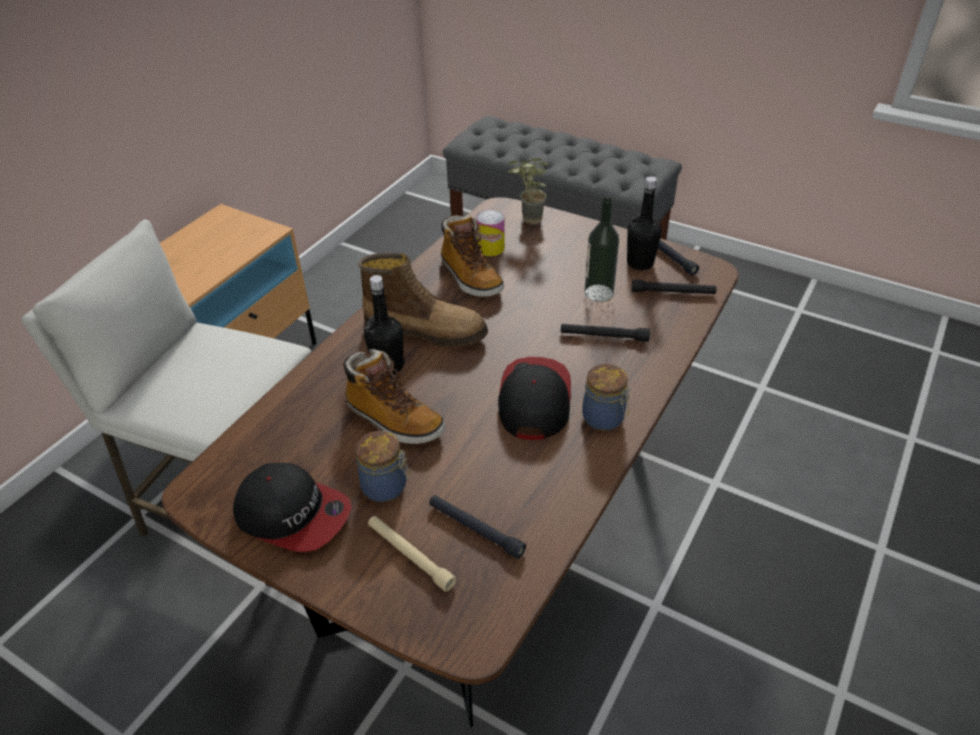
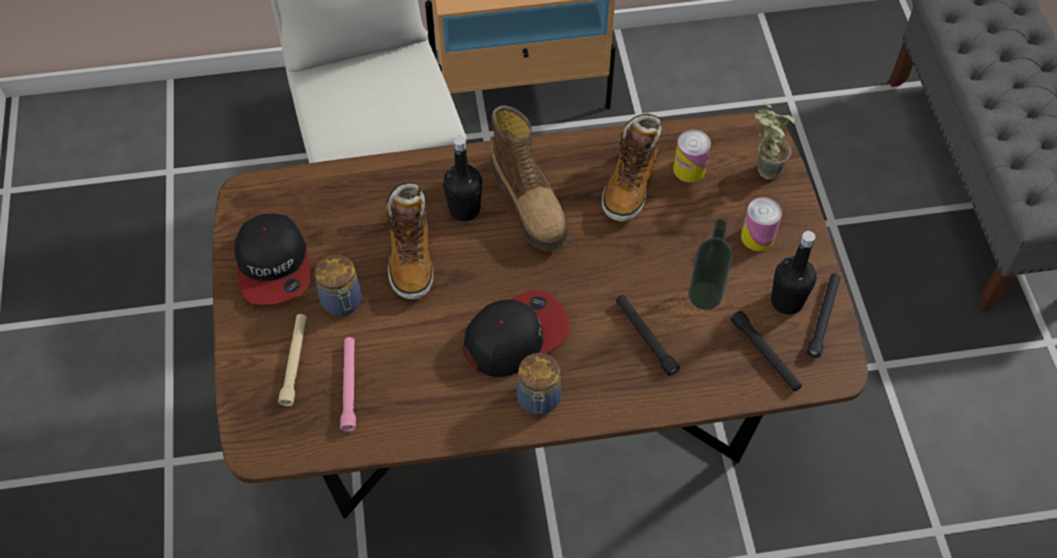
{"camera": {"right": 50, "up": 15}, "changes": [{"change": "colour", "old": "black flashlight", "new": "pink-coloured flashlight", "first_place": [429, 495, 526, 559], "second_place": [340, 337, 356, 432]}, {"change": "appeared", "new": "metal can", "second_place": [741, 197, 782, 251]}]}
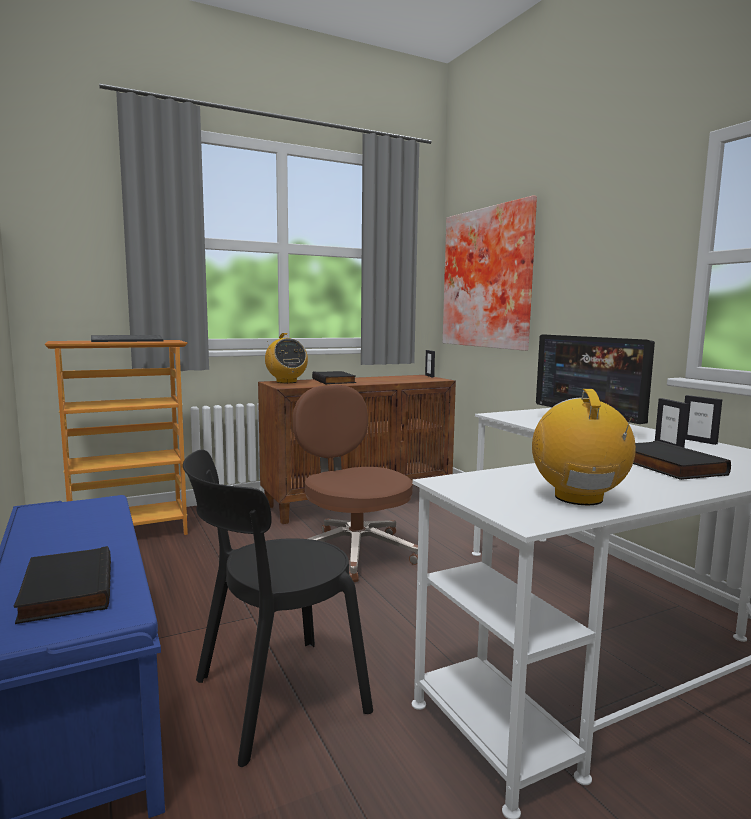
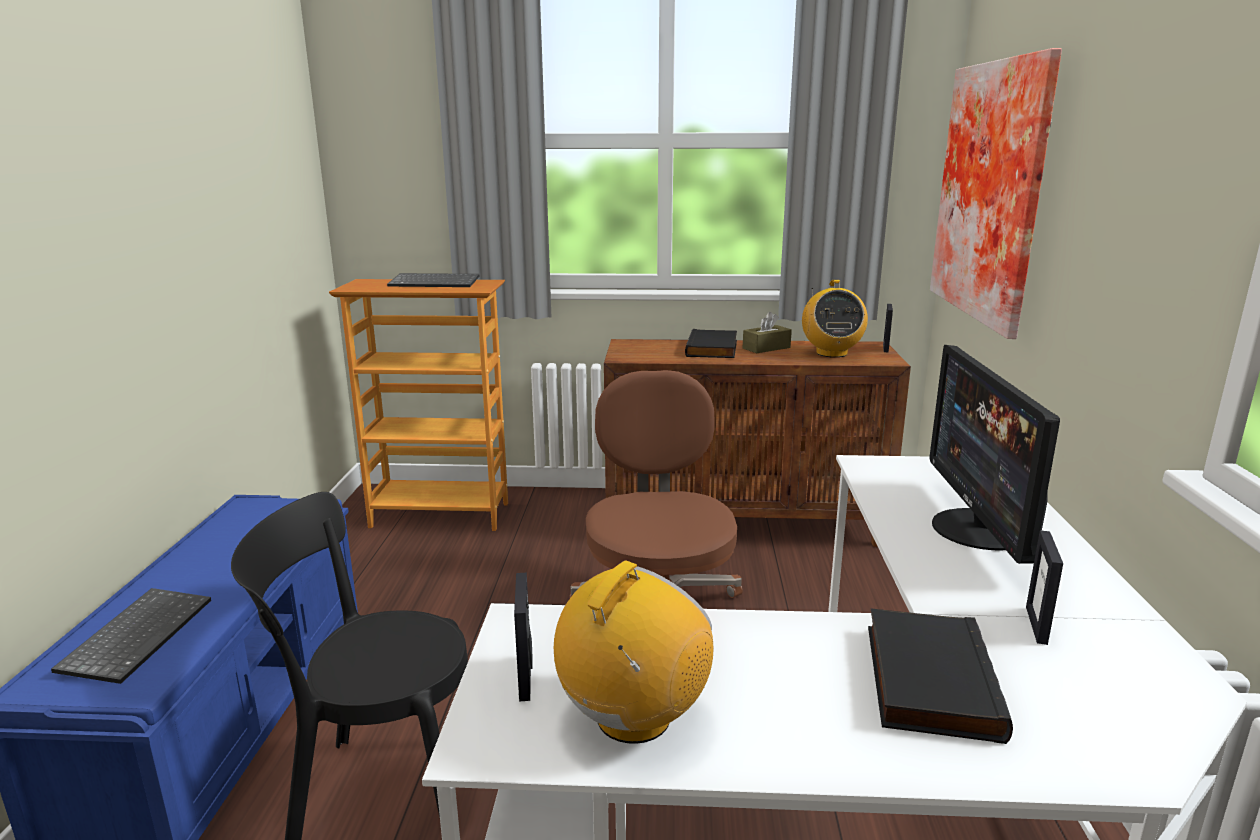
{"camera": {"right": 30, "up": 10}, "changes": [{"change": "exchanged", "old": "black volume", "new": "keyboard", "first_place": [14, 546, 111, 624], "second_place": [51, 588, 211, 684]}, {"change": "relocated", "old": "standing frame", "first_place": [684, 395, 722, 445], "second_place": [514, 573, 532, 701]}, {"change": "appeared", "new": "brown tissue holder", "second_place": [743, 312, 792, 353]}, {"change": "relocated", "old": "radio receiver", "first_place": [265, 333, 308, 383], "second_place": [802, 280, 868, 358]}]}
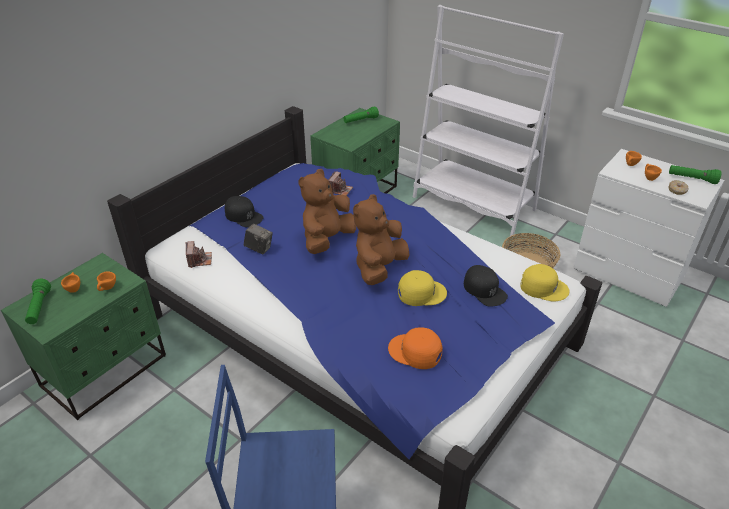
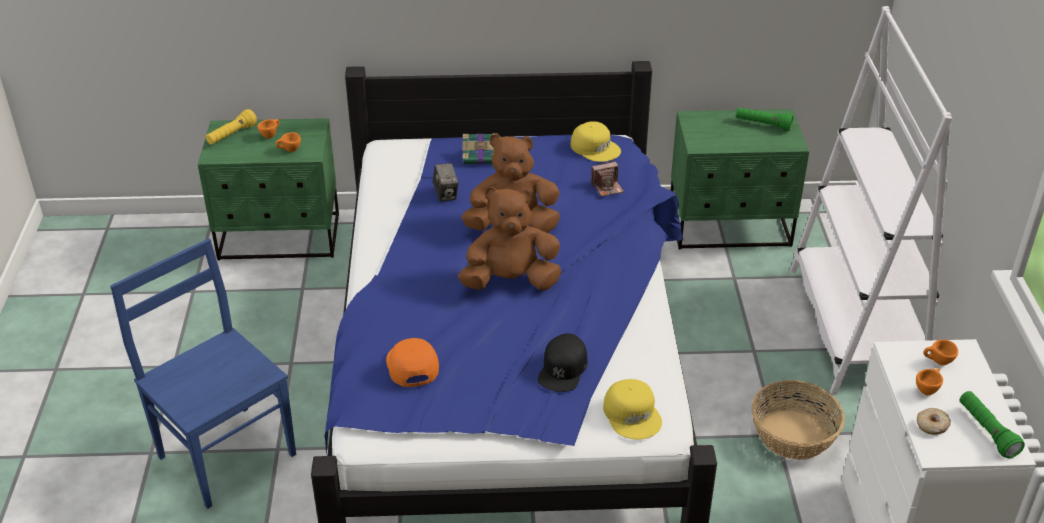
{"camera": {"right": 50, "up": 0}, "changes": [{"change": "colour", "old": "green-coloured flashlight", "new": "yellowish flashlight", "first_place": [25, 279, 51, 324], "second_place": [206, 109, 257, 145]}, {"change": "exchanged", "old": "black cap", "new": "volume", "first_place": [225, 196, 264, 227], "second_place": [462, 133, 498, 164]}, {"change": "relocated", "old": "yellowish cap", "first_place": [398, 270, 447, 306], "second_place": [571, 121, 621, 162]}, {"change": "missing", "old": "still camera", "first_place": [186, 241, 212, 268]}]}
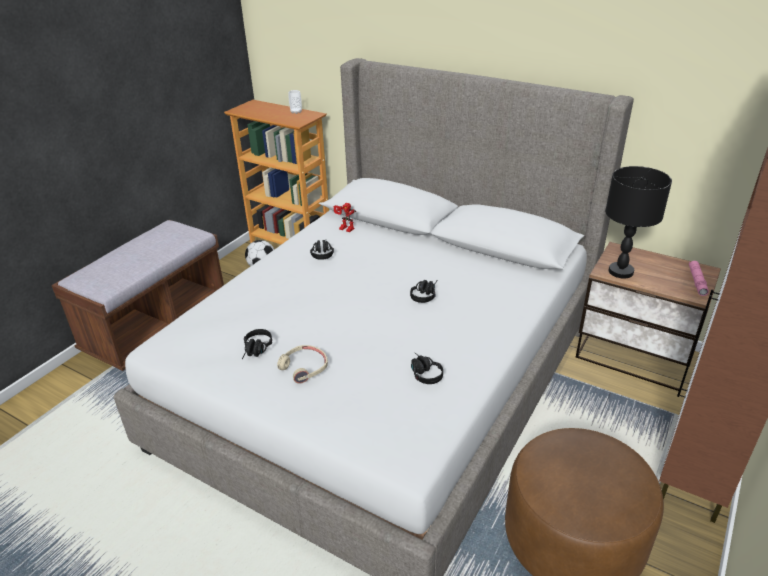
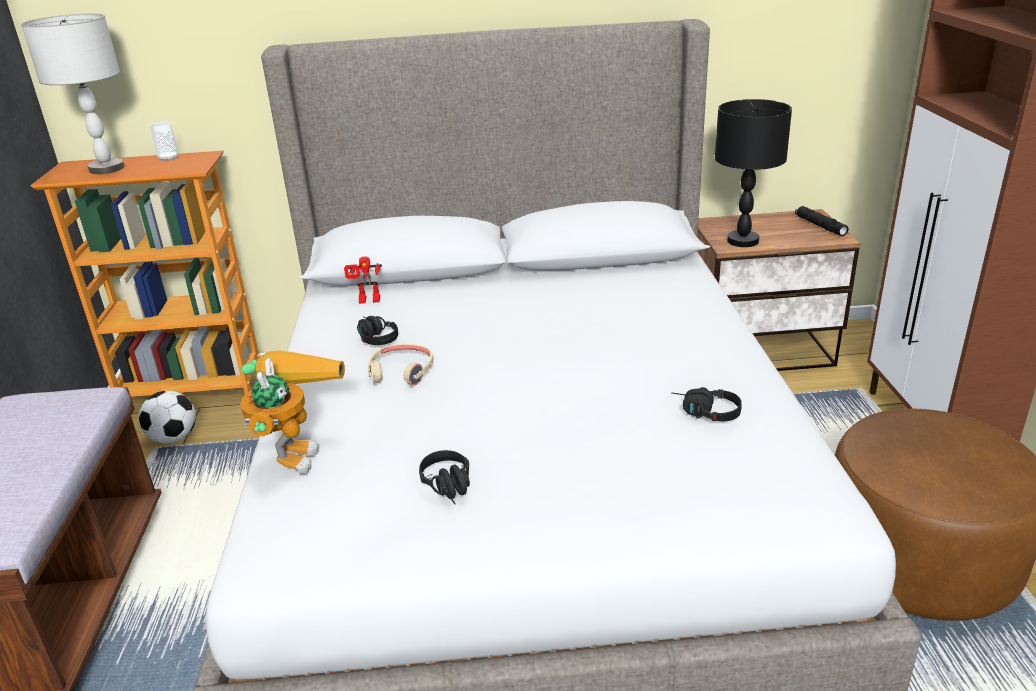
{"camera": {"right": -35, "up": -5}, "changes": [{"change": "appeared", "new": "gray tabletop lamp", "second_place": [21, 14, 124, 174]}, {"change": "appeared", "new": "toy robot", "second_place": [240, 351, 345, 474]}, {"change": "relocated", "old": "beige headset", "first_place": [277, 345, 328, 384], "second_place": [368, 344, 434, 386]}, {"change": "colour", "old": "pink-coloured flashlight", "new": "black flashlight", "first_place": [689, 261, 709, 296], "second_place": [795, 206, 849, 236]}, {"change": "missing", "old": "black headset", "first_place": [410, 280, 437, 303]}]}
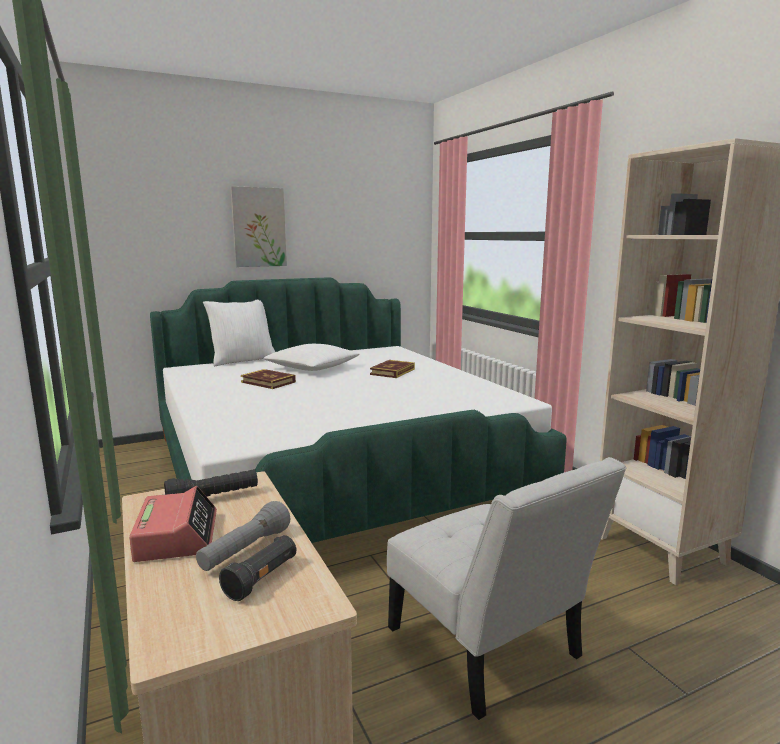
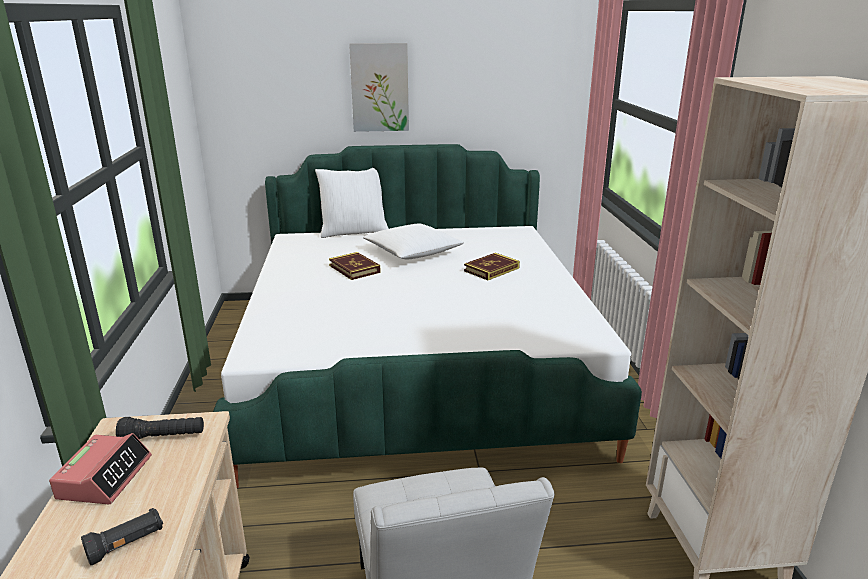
{"camera": {"right": 20, "up": 10}, "changes": [{"change": "missing", "old": "gray flashlight", "first_place": [196, 501, 290, 571]}]}
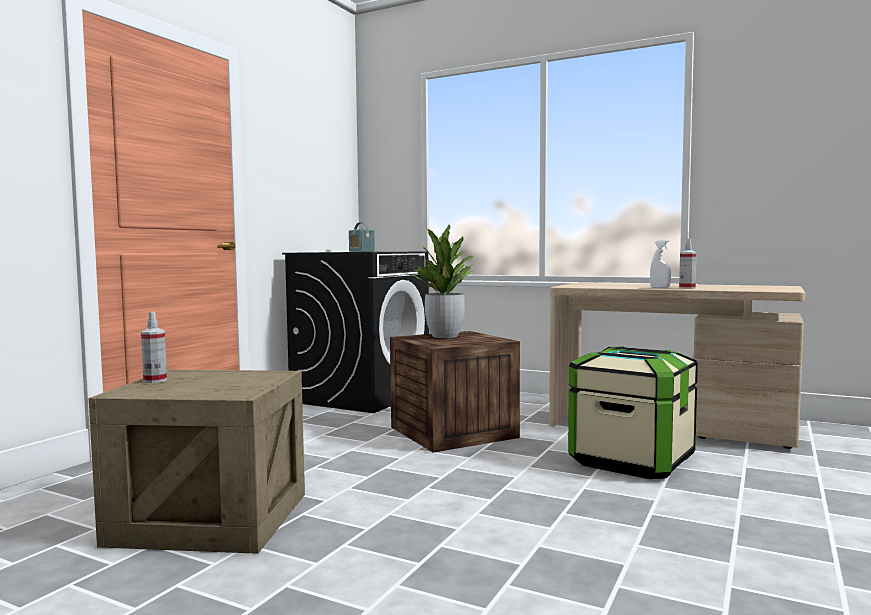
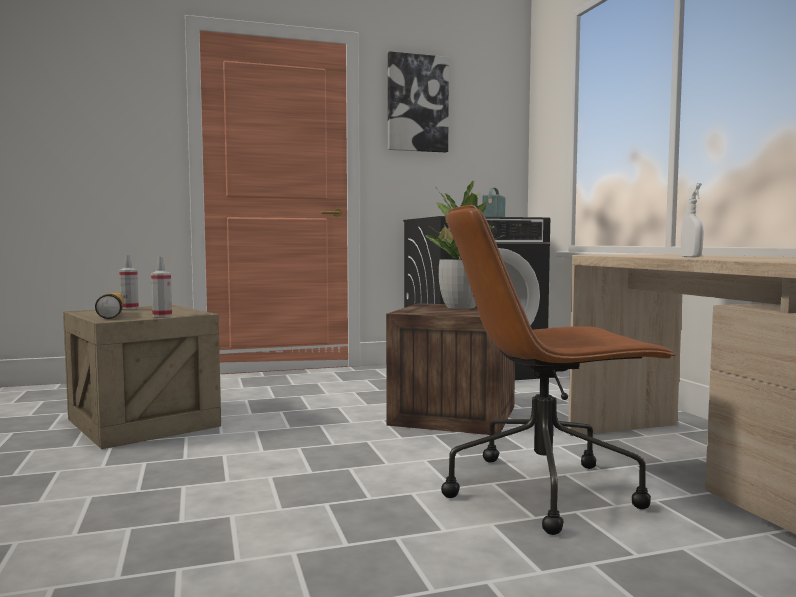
{"camera": {"right": 45, "up": 0}, "changes": [{"change": "appeared", "new": "flashlight", "second_place": [95, 293, 124, 319]}, {"change": "relocated", "old": "spray bottle", "first_place": [679, 239, 697, 289], "second_place": [151, 257, 172, 317]}, {"change": "appeared", "new": "picture", "second_place": [388, 51, 449, 152]}, {"change": "exchanged", "old": "storage bin", "new": "brown computer chair", "first_place": [568, 346, 698, 479], "second_place": [441, 205, 676, 535]}]}
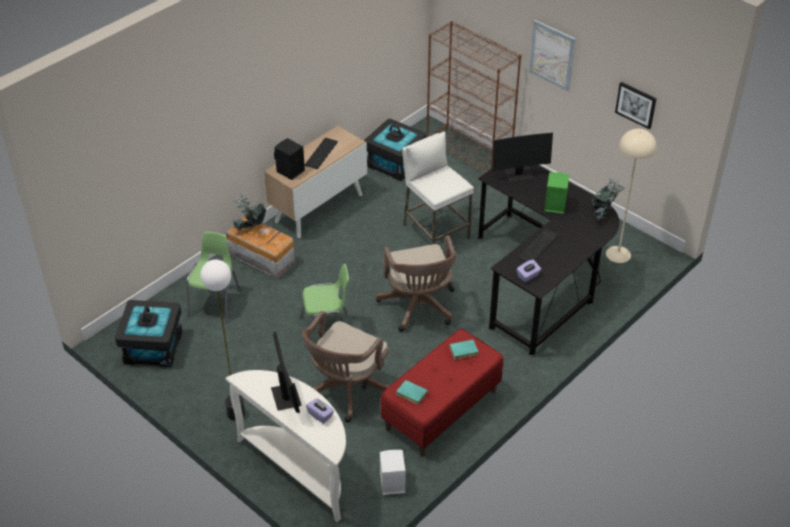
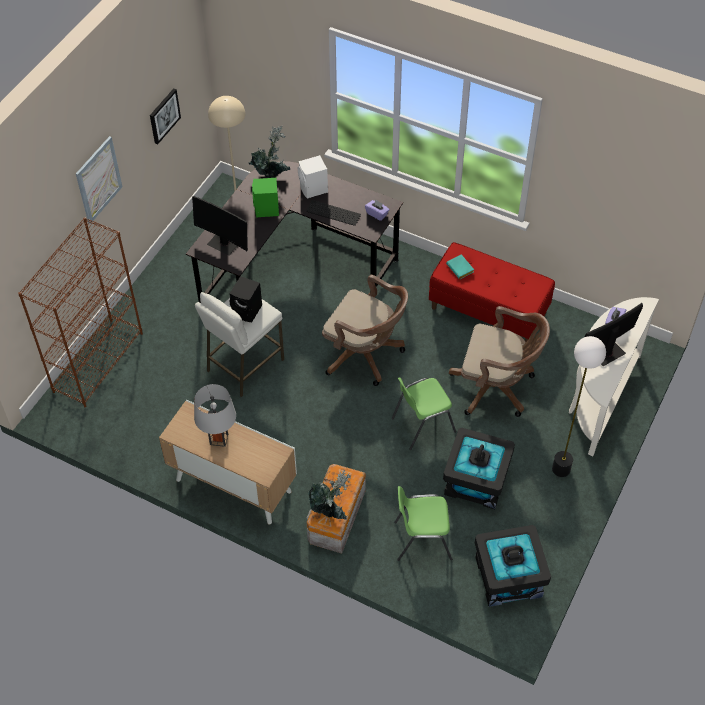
{"camera": {"right": -105, "up": 10}, "changes": [{"change": "spun", "old": "computer screen", "first_place": [493, 133, 553, 182], "second_place": [192, 196, 248, 256], "degrees": 150}, {"change": "exchanged", "old": "keyboard", "new": "gray tabletop lamp", "first_place": [305, 138, 338, 169], "second_place": [194, 384, 236, 447]}, {"change": "relocated", "old": "black loudspeaker", "first_place": [274, 138, 305, 180], "second_place": [229, 276, 262, 322]}, {"change": "relocated", "old": "white loudspeaker", "first_place": [380, 450, 405, 495], "second_place": [298, 155, 328, 198]}, {"change": "spun", "old": "brown computer chair", "first_place": [376, 236, 456, 332], "second_place": [322, 275, 408, 386], "degrees": 60}, {"change": "spun", "old": "green-coloured plain chair", "first_place": [300, 264, 349, 347], "second_place": [392, 377, 456, 450], "degrees": -90}, {"change": "relocated", "old": "black storage bin", "first_place": [364, 119, 426, 181], "second_place": [443, 428, 515, 509]}, {"change": "missing", "old": "turquoise-coloured volume", "first_place": [396, 380, 428, 405]}]}
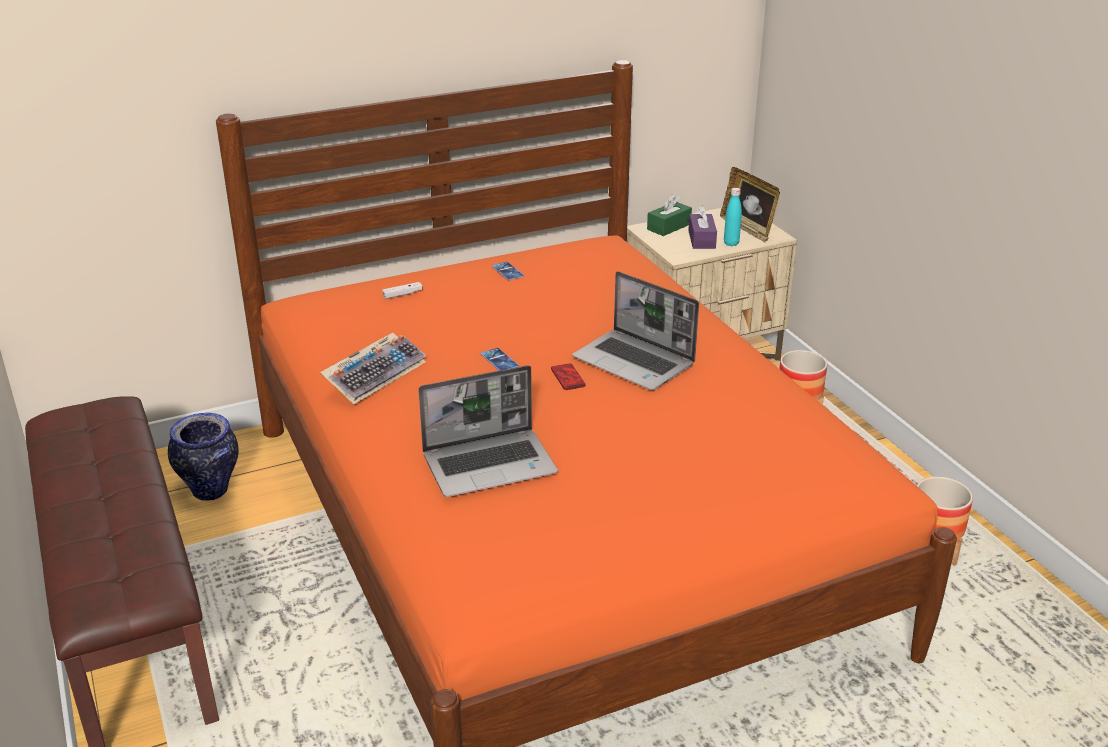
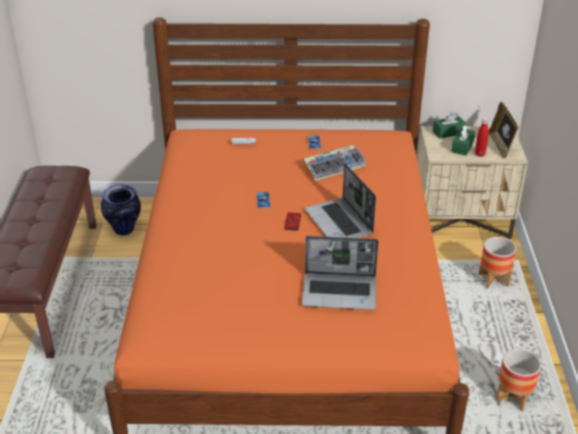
{"camera": {"right": 25, "up": 5}, "changes": [{"change": "relocated", "old": "notebook computer", "first_place": [418, 365, 558, 497], "second_place": [302, 236, 379, 310]}, {"change": "relocated", "old": "keyboard", "first_place": [320, 333, 426, 404], "second_place": [304, 145, 367, 181]}, {"change": "colour", "old": "purple-coloured tissue holder", "new": "green-coloured tissue holder", "first_place": [688, 205, 717, 249], "second_place": [451, 125, 476, 156]}, {"change": "colour", "old": "turquoise-coloured beverage bottle", "new": "red beverage bottle", "first_place": [724, 188, 742, 246], "second_place": [475, 118, 489, 157]}]}
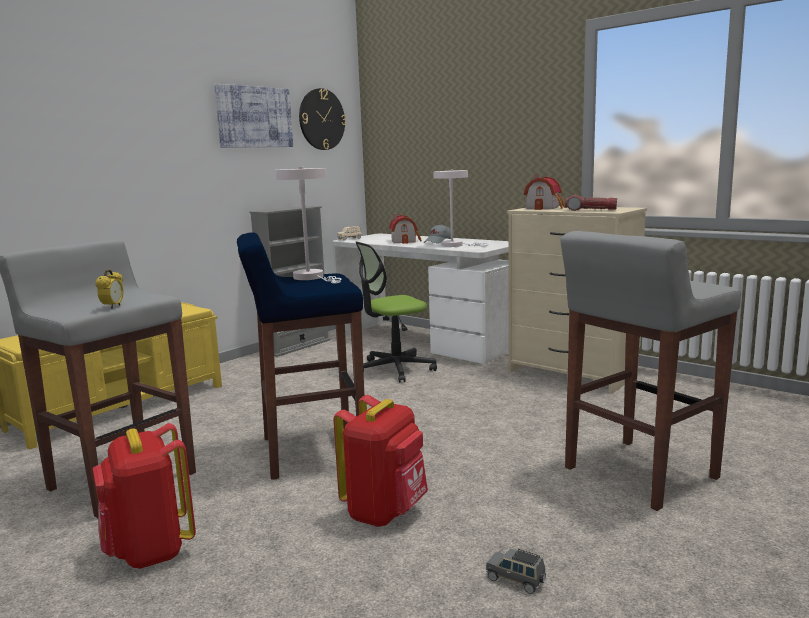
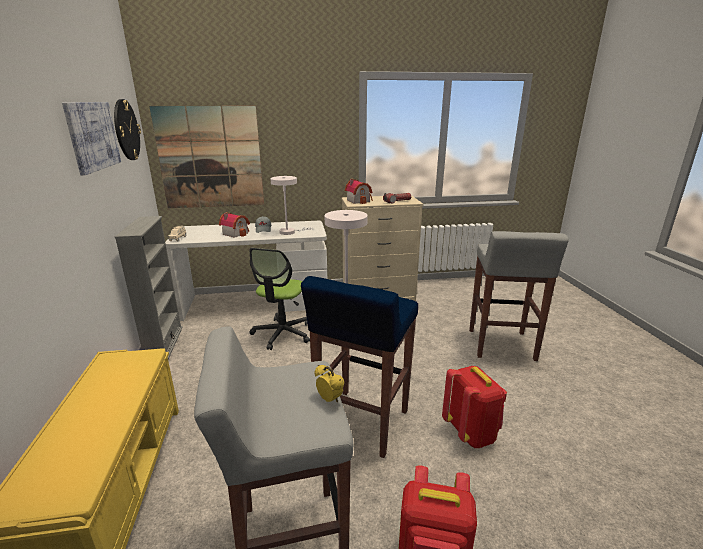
{"camera": {"right": -50, "up": 10}, "changes": [{"change": "appeared", "new": "picture", "second_place": [149, 106, 264, 208]}, {"change": "missing", "old": "gray toy car", "first_place": [486, 548, 546, 594]}]}
